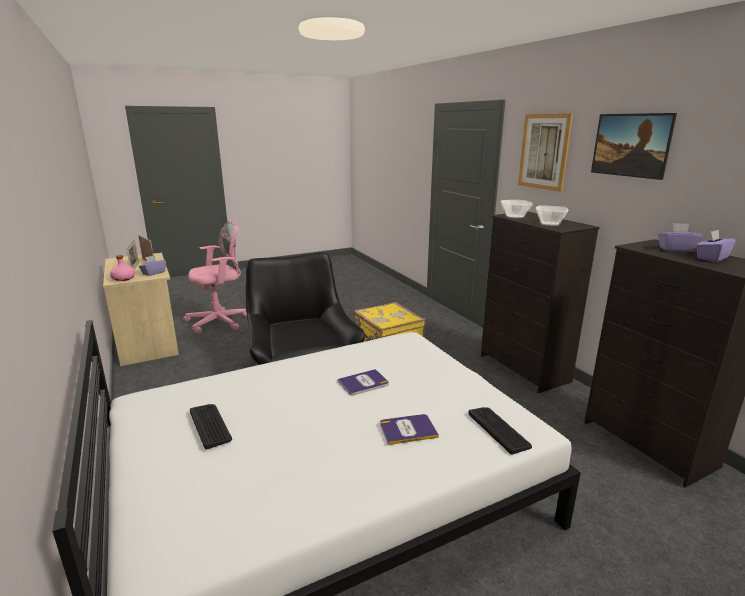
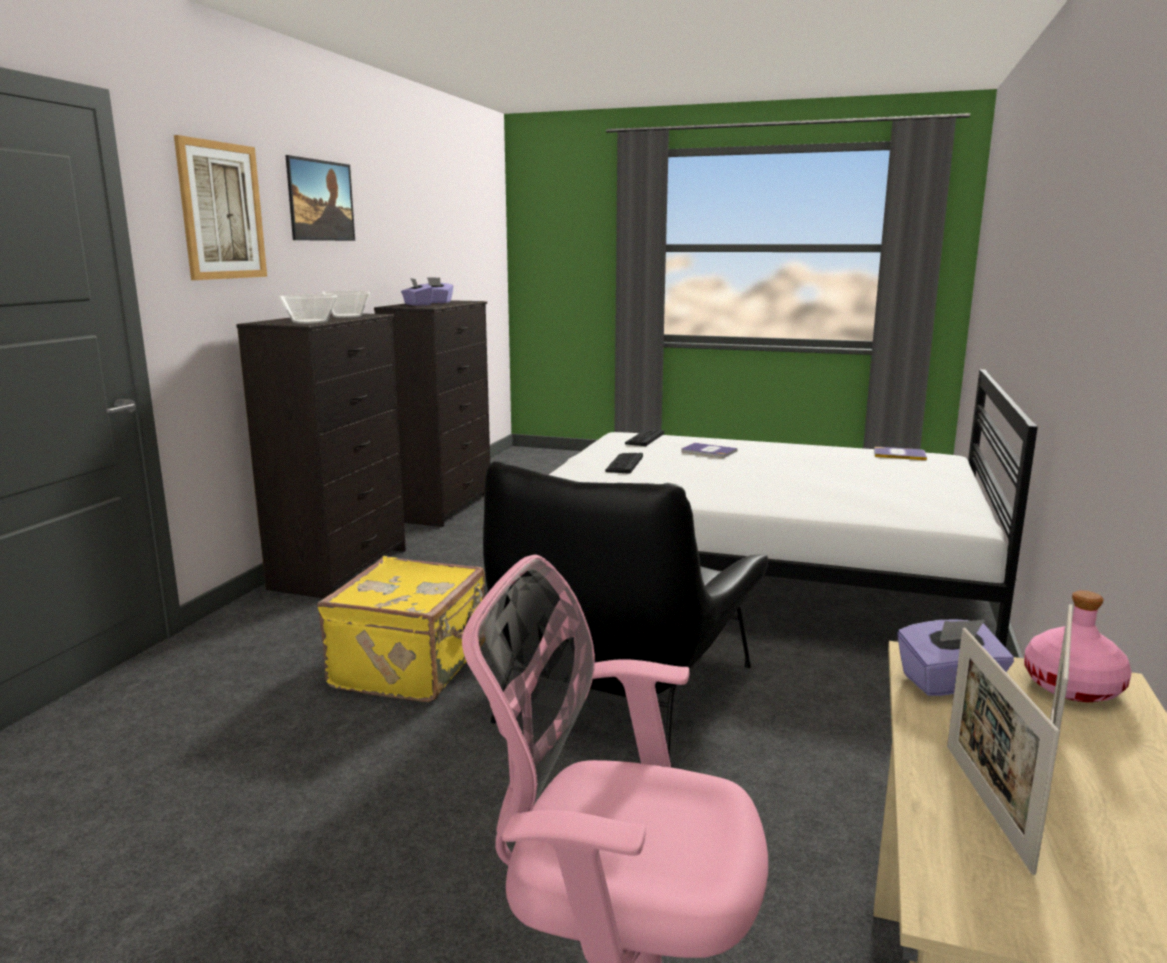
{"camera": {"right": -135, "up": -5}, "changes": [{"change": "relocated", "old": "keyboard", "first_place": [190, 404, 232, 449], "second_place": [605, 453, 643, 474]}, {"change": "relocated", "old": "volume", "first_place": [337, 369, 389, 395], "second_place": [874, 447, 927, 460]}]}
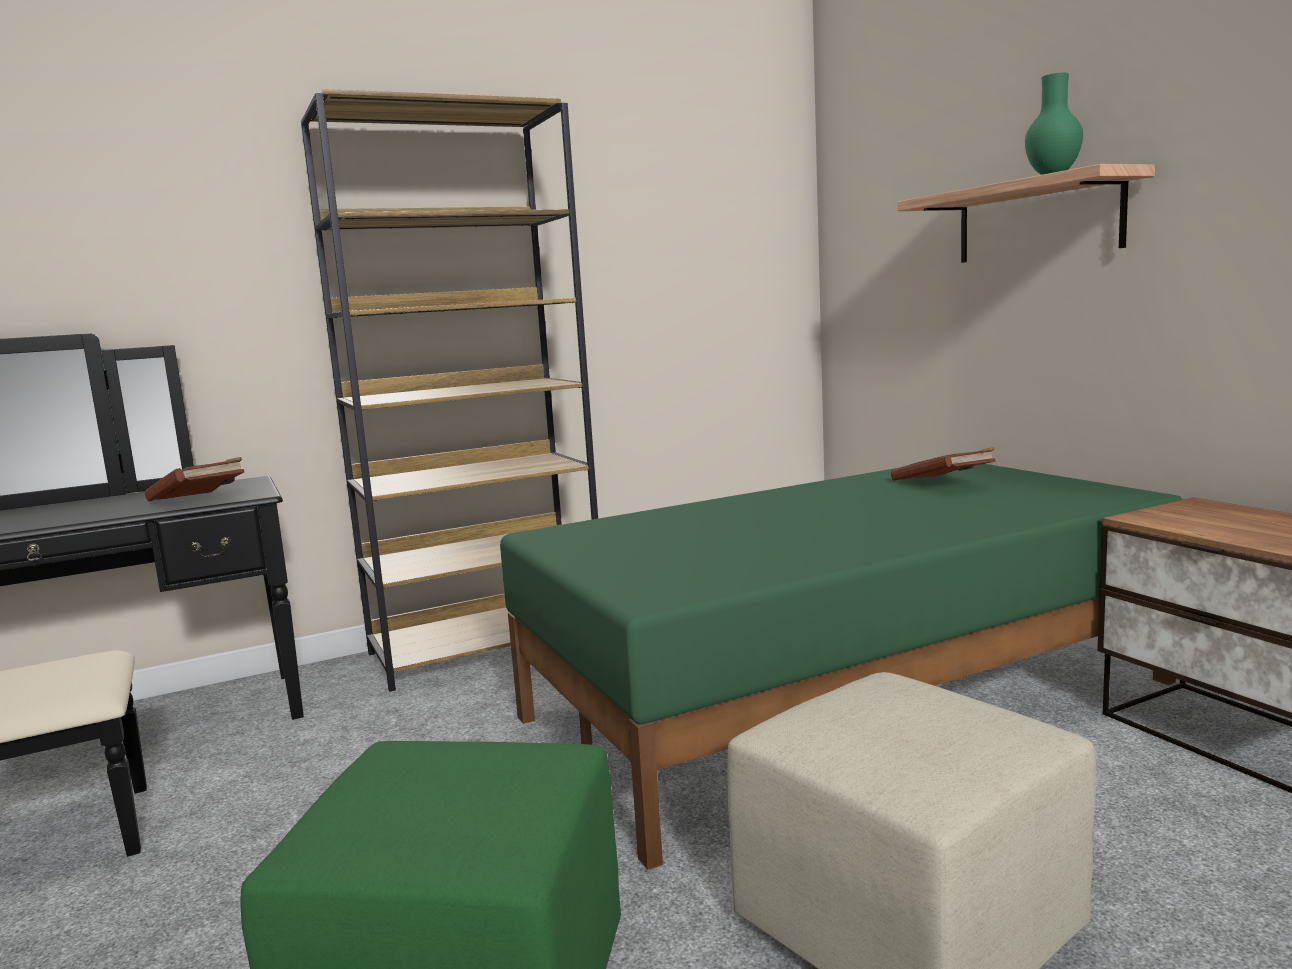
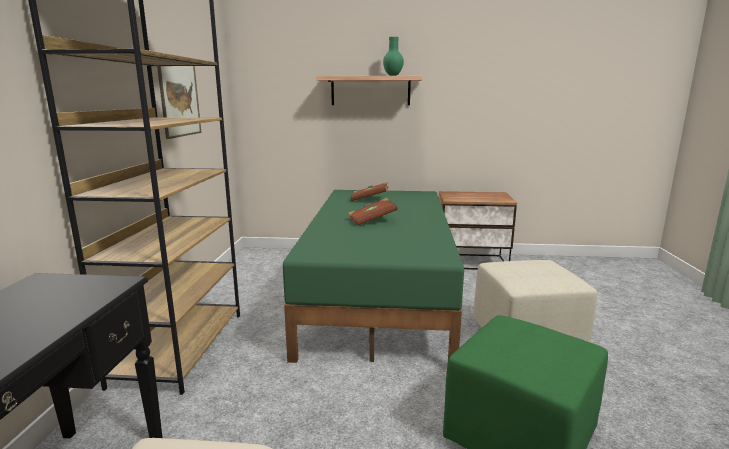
{"camera": {"right": -60, "up": 5}, "changes": [{"change": "appeared", "new": "picture", "second_place": [157, 66, 201, 139]}, {"change": "relocated", "old": "brown volume", "first_place": [145, 457, 244, 501], "second_place": [348, 198, 398, 226]}]}
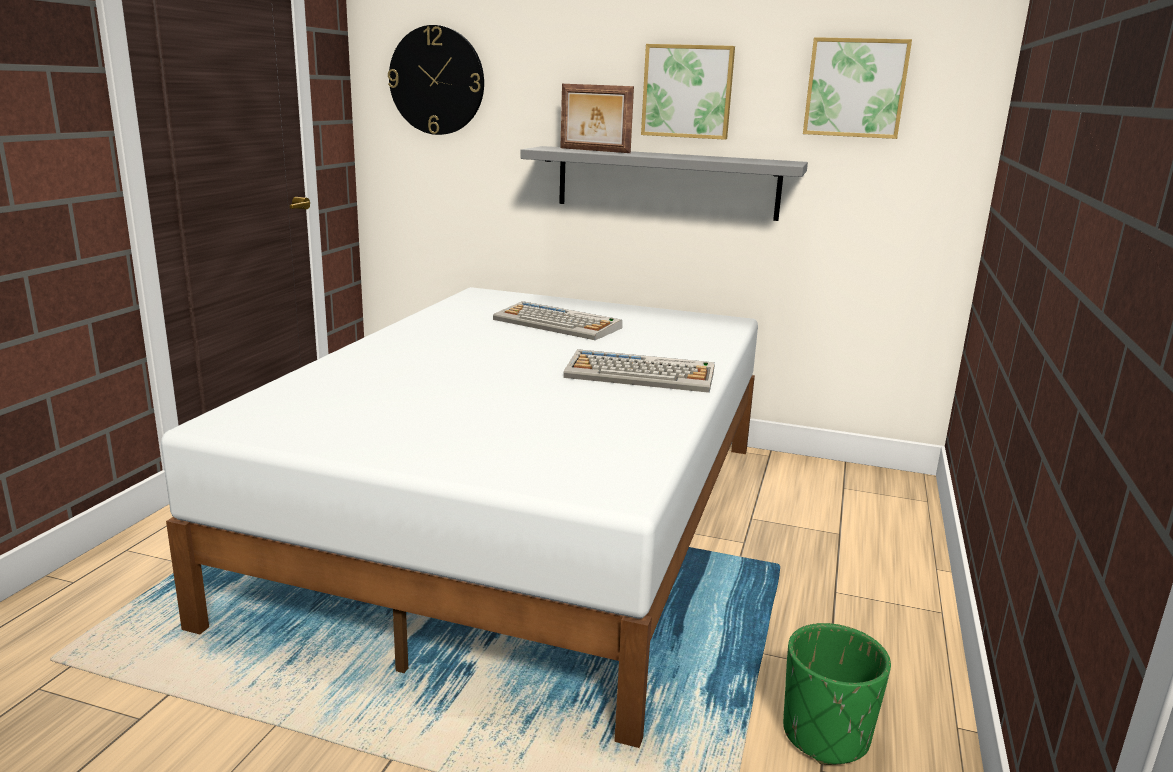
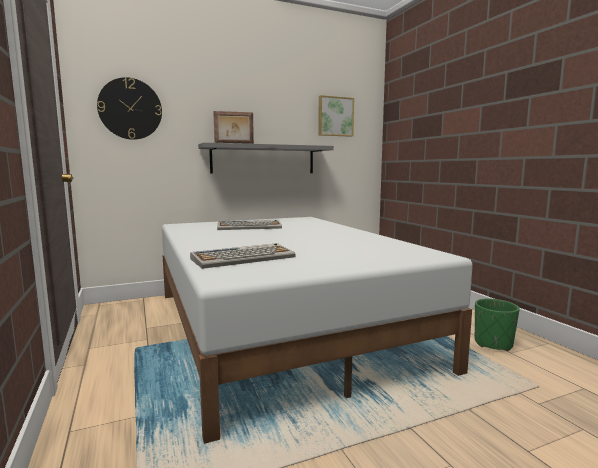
{"camera": {"right": -40, "up": -10}, "changes": [{"change": "relocated", "old": "keyboard", "first_place": [563, 349, 715, 393], "second_place": [190, 243, 296, 269]}, {"change": "missing", "old": "picture", "first_place": [641, 44, 735, 140]}]}
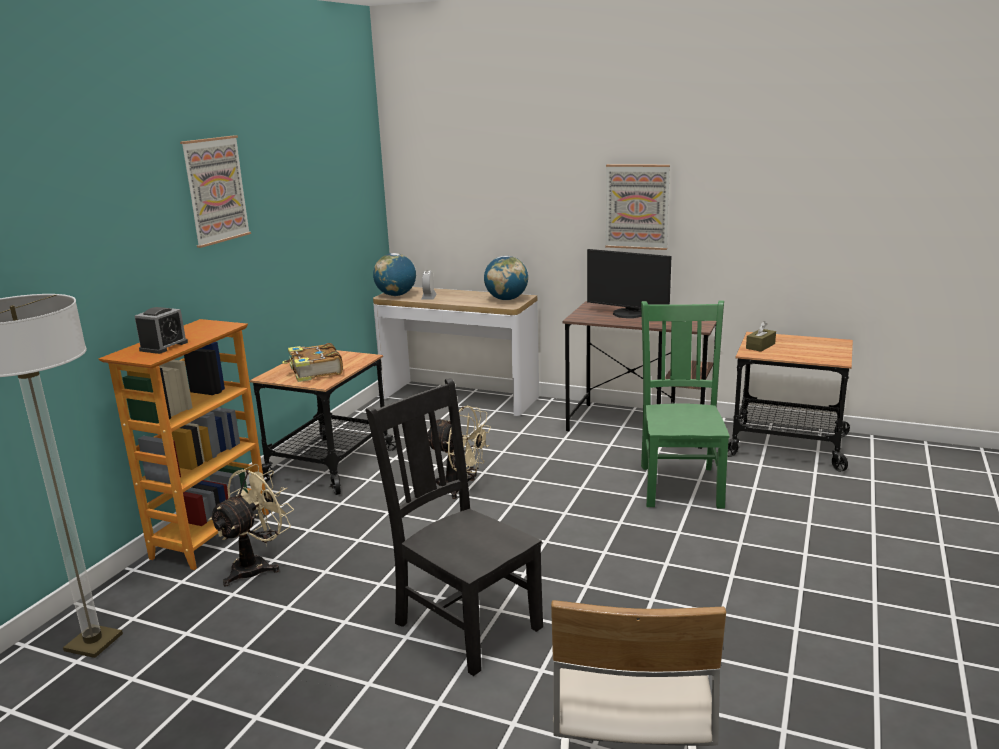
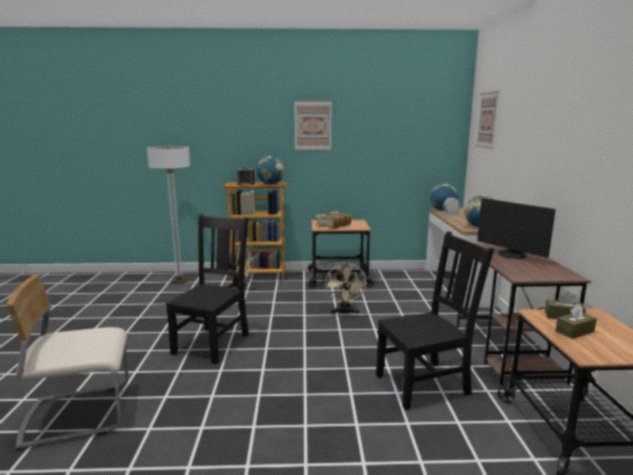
{"camera": {"right": 65, "up": -5}, "changes": [{"change": "appeared", "new": "world globe", "second_place": [257, 156, 284, 184]}, {"change": "colour", "old": "green-coloured plain chair", "new": "black plain chair", "first_place": [641, 300, 730, 508], "second_place": [376, 231, 494, 410]}, {"change": "relocated", "old": "picture", "first_place": [605, 164, 670, 250], "second_place": [475, 91, 500, 148]}, {"change": "spun", "old": "computer screen", "first_place": [587, 249, 671, 318], "second_place": [477, 198, 556, 259], "degrees": -45}, {"change": "appeared", "new": "brown tissue holder", "second_place": [555, 304, 597, 339]}]}
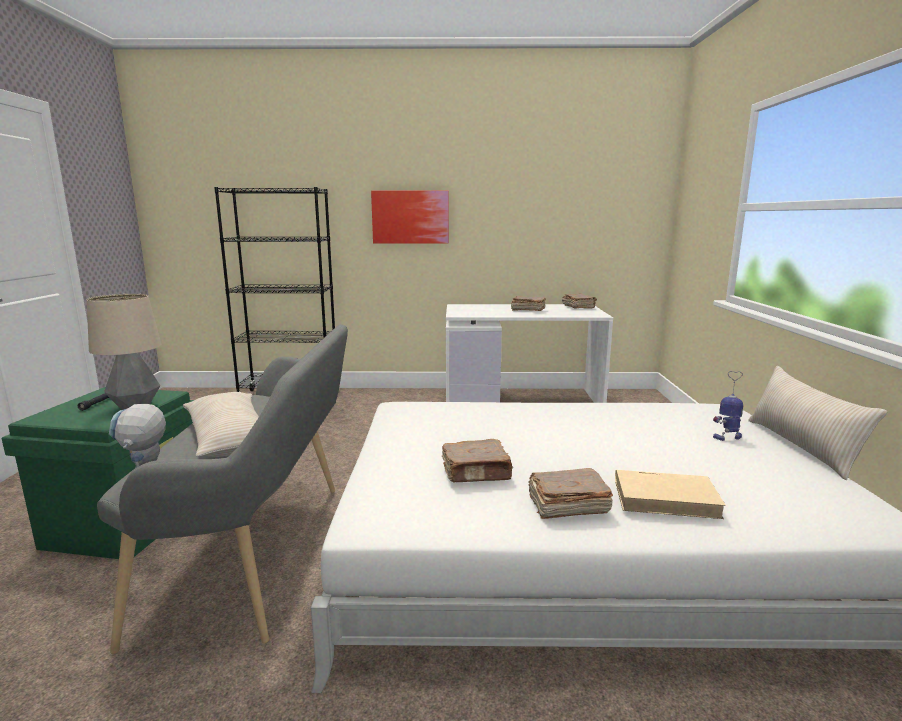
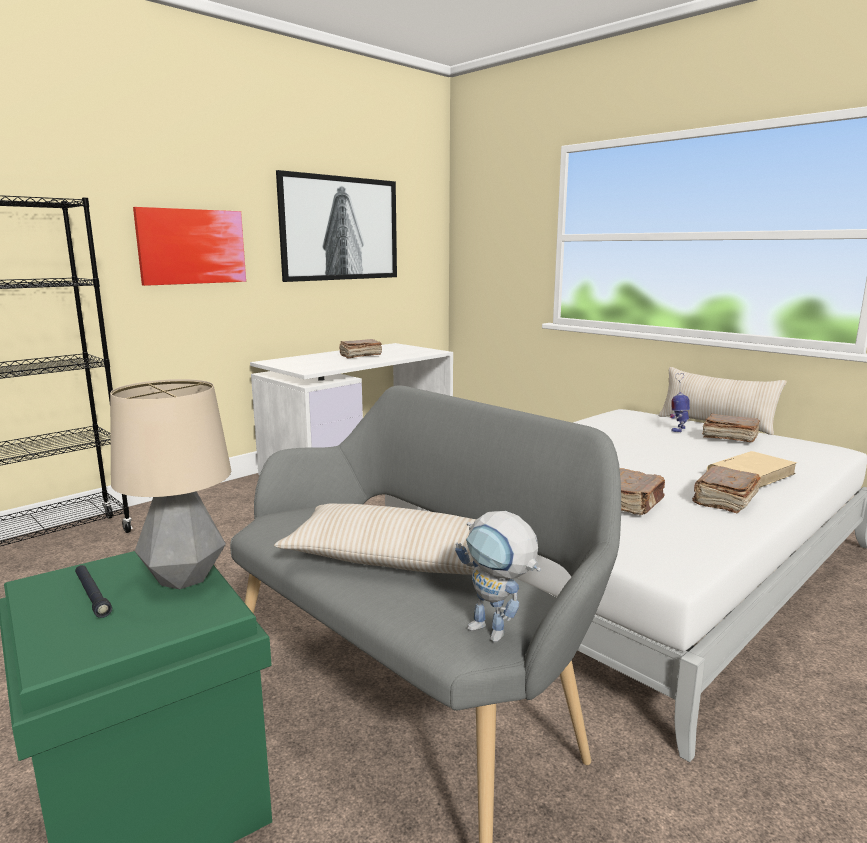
{"camera": {"right": -45, "up": 0}, "changes": [{"change": "appeared", "new": "picture", "second_place": [276, 170, 397, 282]}, {"change": "relocated", "old": "brown volume", "first_place": [562, 294, 597, 309], "second_place": [702, 414, 760, 442]}]}
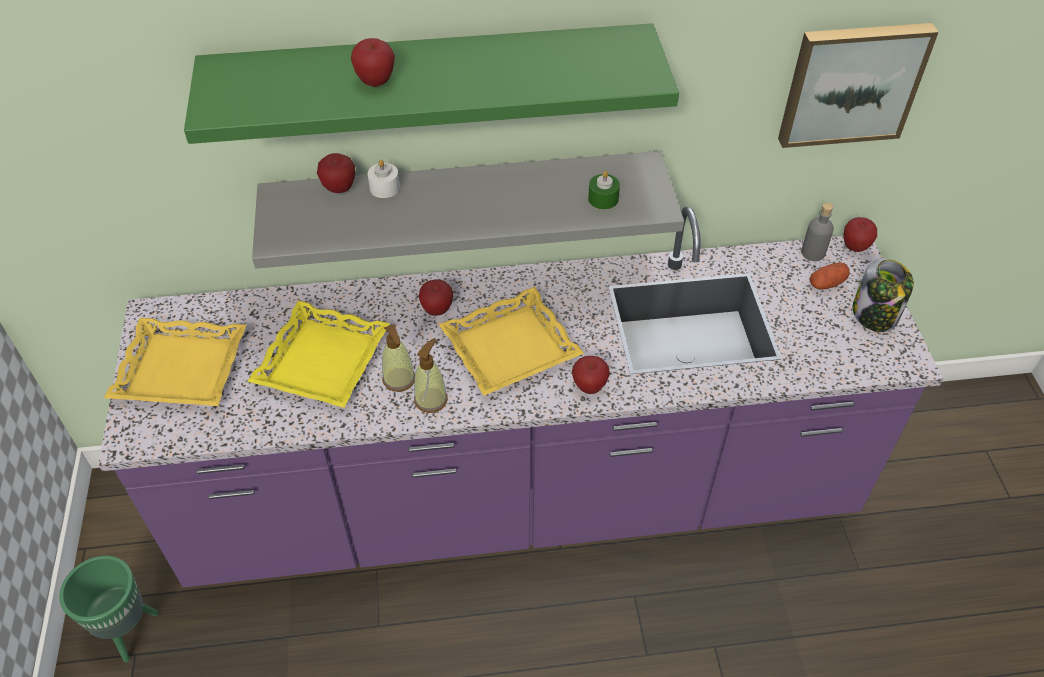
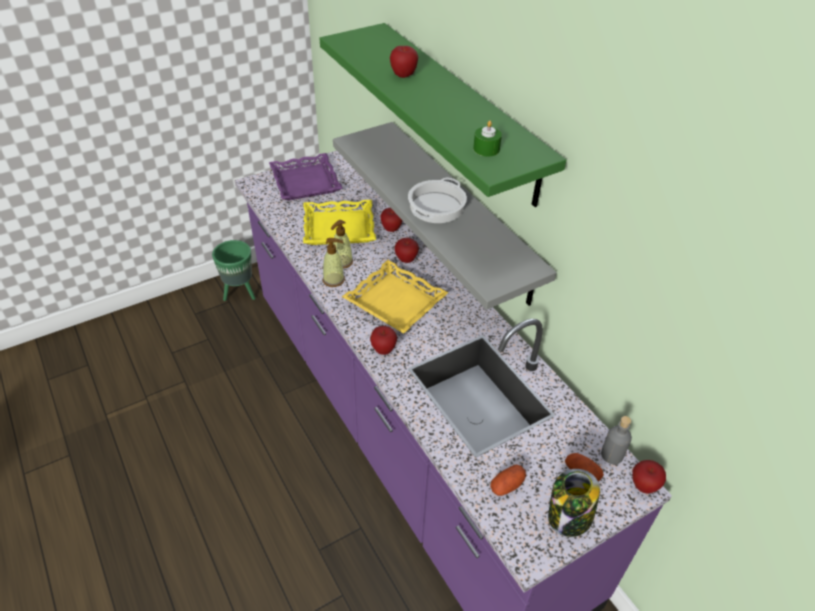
{"camera": {"right": 65, "up": -5}, "changes": [{"change": "colour", "old": "yellowish serving tray", "new": "purple-coloured serving tray", "first_place": [104, 318, 246, 406], "second_place": [269, 153, 343, 201]}, {"change": "relocated", "old": "apple fruit", "first_place": [317, 153, 355, 193], "second_place": [380, 208, 402, 232]}, {"change": "appeared", "new": "stockpot", "second_place": [408, 178, 467, 223]}, {"change": "relocated", "old": "green-coloured wax light", "first_place": [588, 171, 620, 210], "second_place": [473, 121, 502, 157]}, {"change": "appeared", "new": "potato", "second_place": [490, 465, 526, 496]}, {"change": "missing", "old": "white wax light", "first_place": [368, 160, 400, 198]}, {"change": "missing", "old": "picture", "first_place": [778, 23, 939, 148]}]}
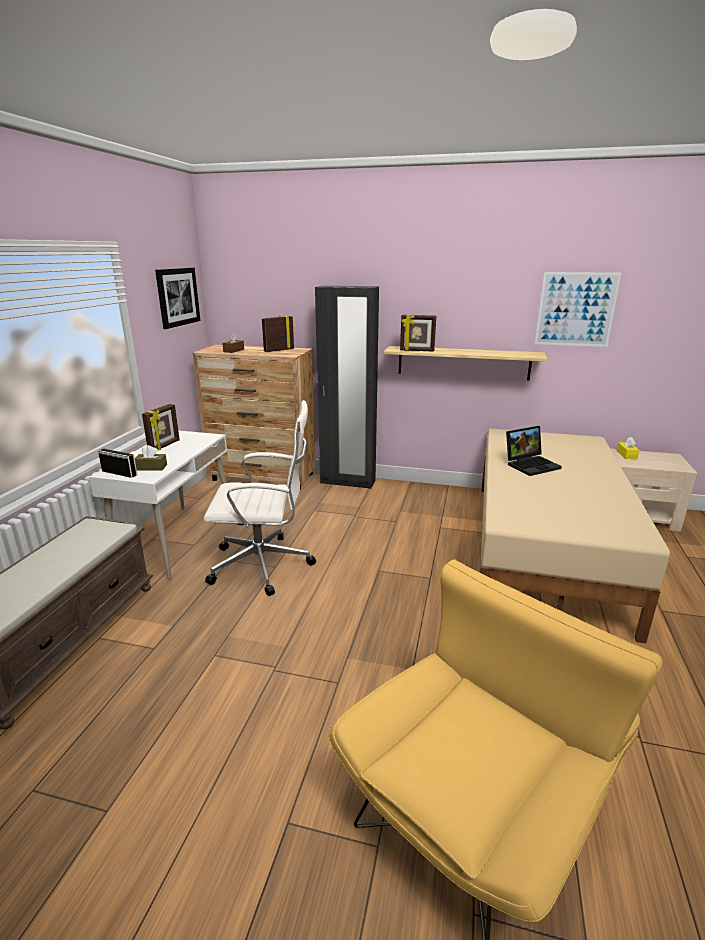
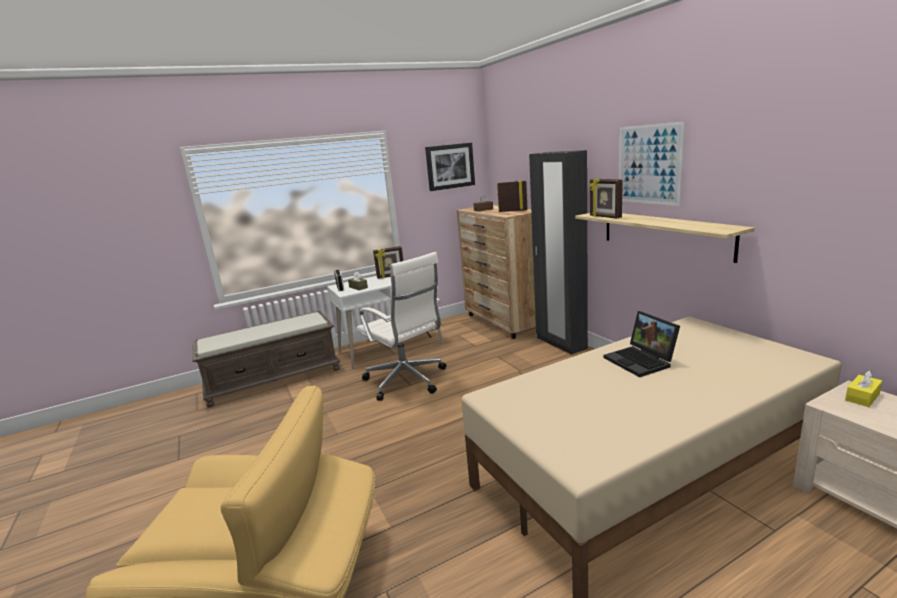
{"camera": {"right": 50, "up": -5}, "changes": [{"change": "spun", "old": "notebook computer", "first_place": [506, 426, 562, 476], "second_place": [604, 311, 680, 377], "degrees": 45}, {"change": "relocated", "old": "picture", "first_place": [535, 272, 621, 347], "second_place": [619, 121, 685, 206]}]}
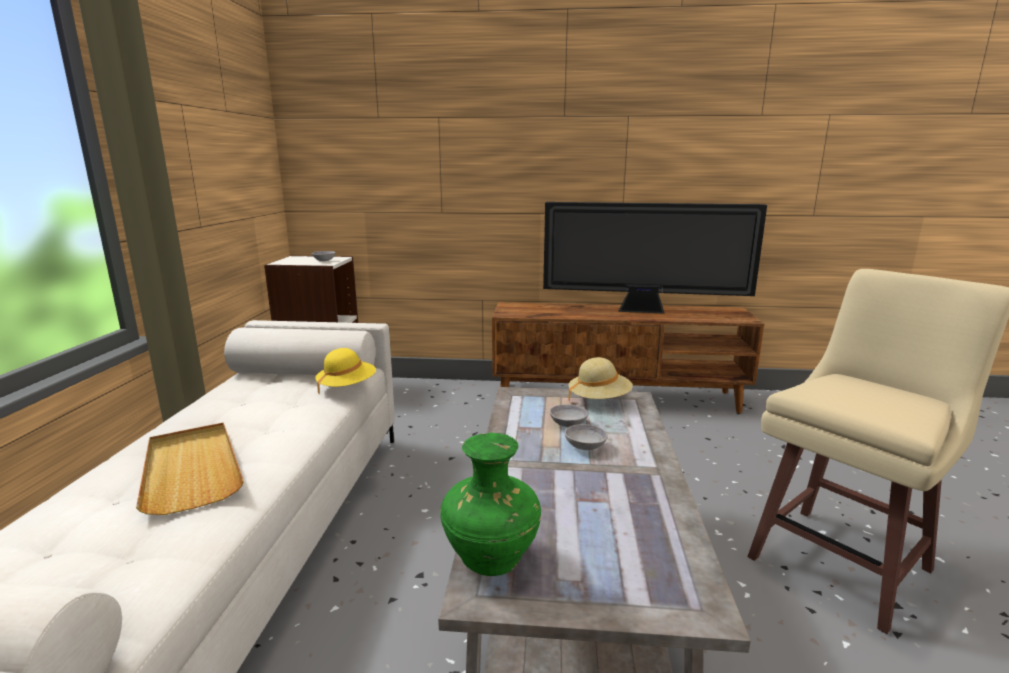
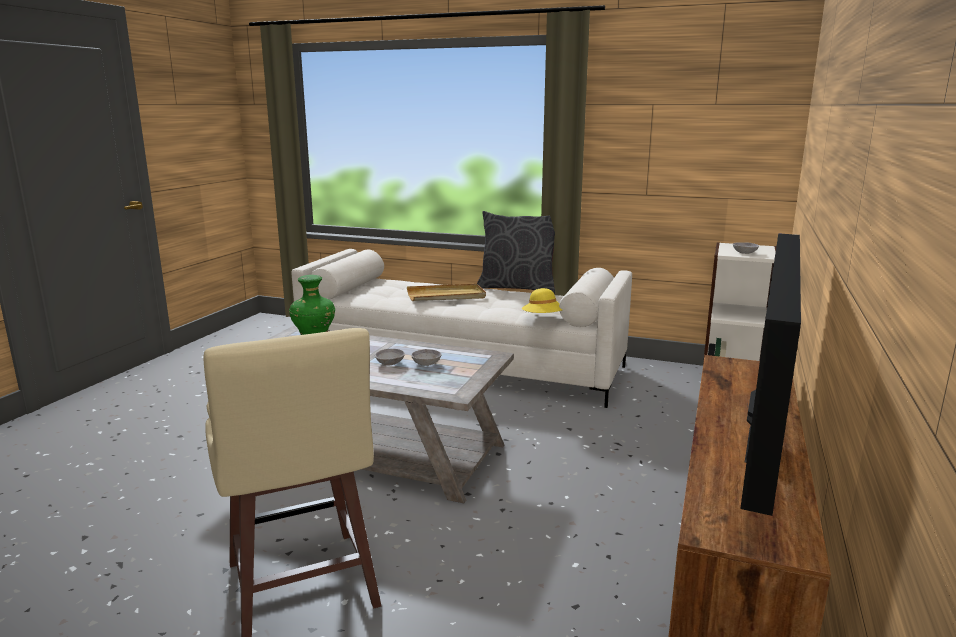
{"camera": {"right": 105, "up": 0}, "changes": [{"change": "appeared", "new": "gray throw pillow", "second_place": [477, 211, 555, 294]}, {"change": "missing", "old": "beige wearable hat", "first_place": [568, 357, 633, 401]}]}
